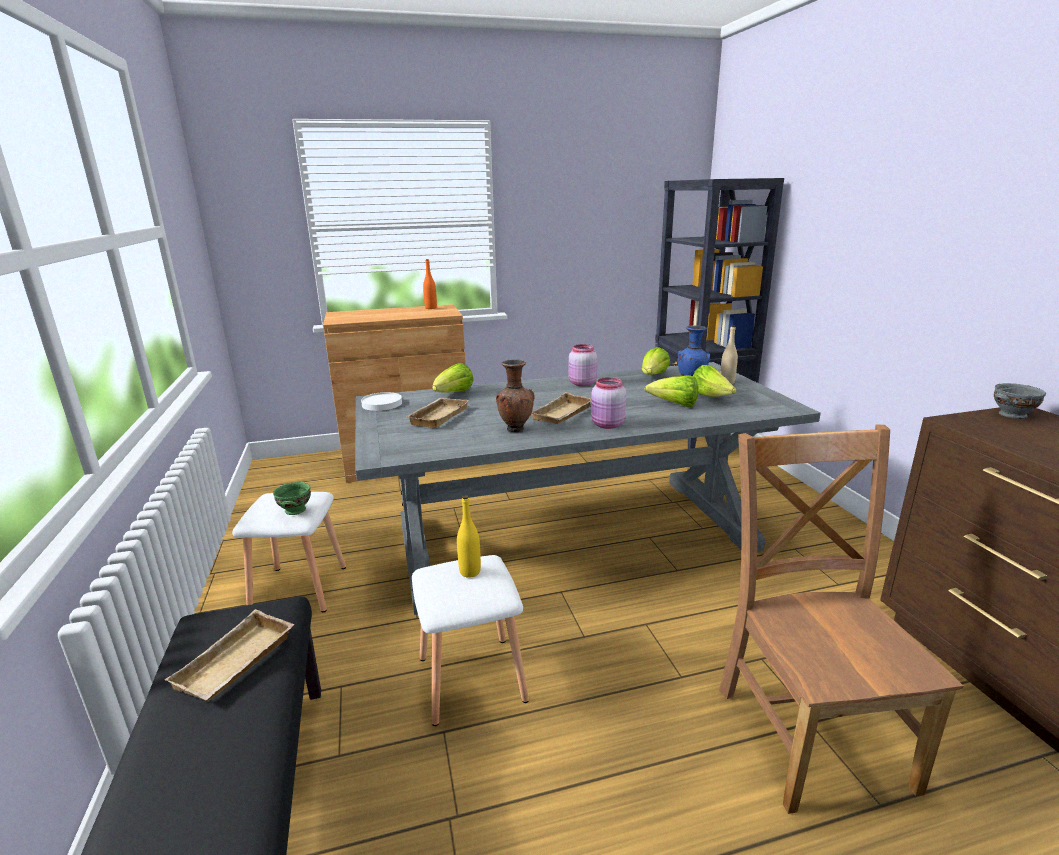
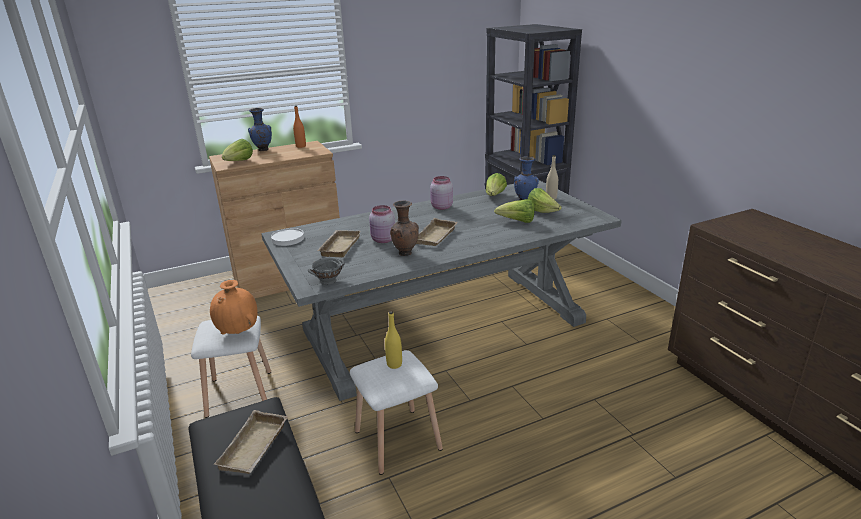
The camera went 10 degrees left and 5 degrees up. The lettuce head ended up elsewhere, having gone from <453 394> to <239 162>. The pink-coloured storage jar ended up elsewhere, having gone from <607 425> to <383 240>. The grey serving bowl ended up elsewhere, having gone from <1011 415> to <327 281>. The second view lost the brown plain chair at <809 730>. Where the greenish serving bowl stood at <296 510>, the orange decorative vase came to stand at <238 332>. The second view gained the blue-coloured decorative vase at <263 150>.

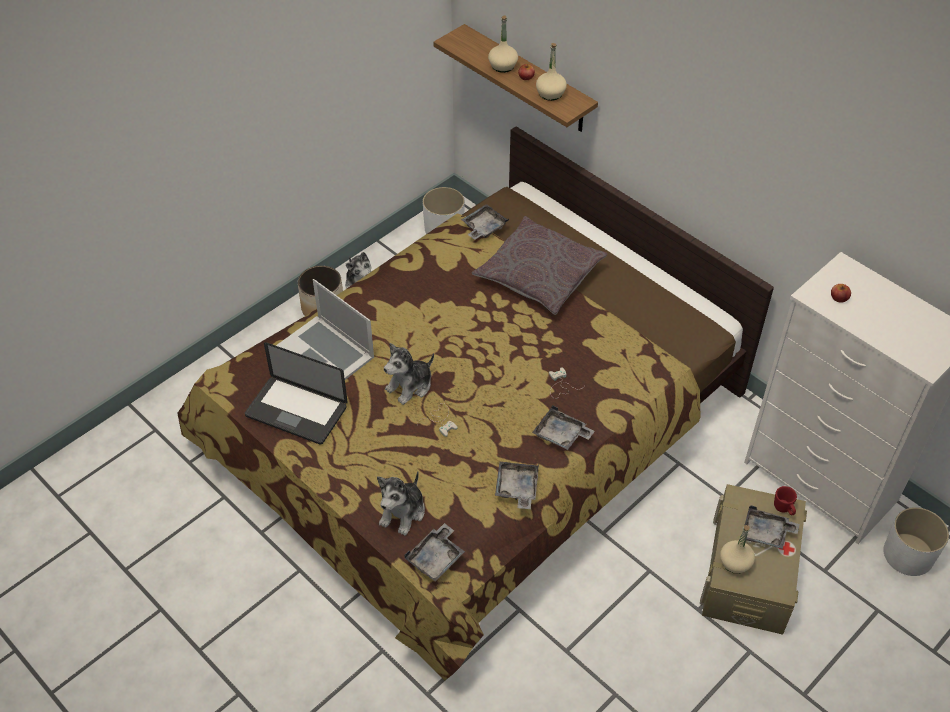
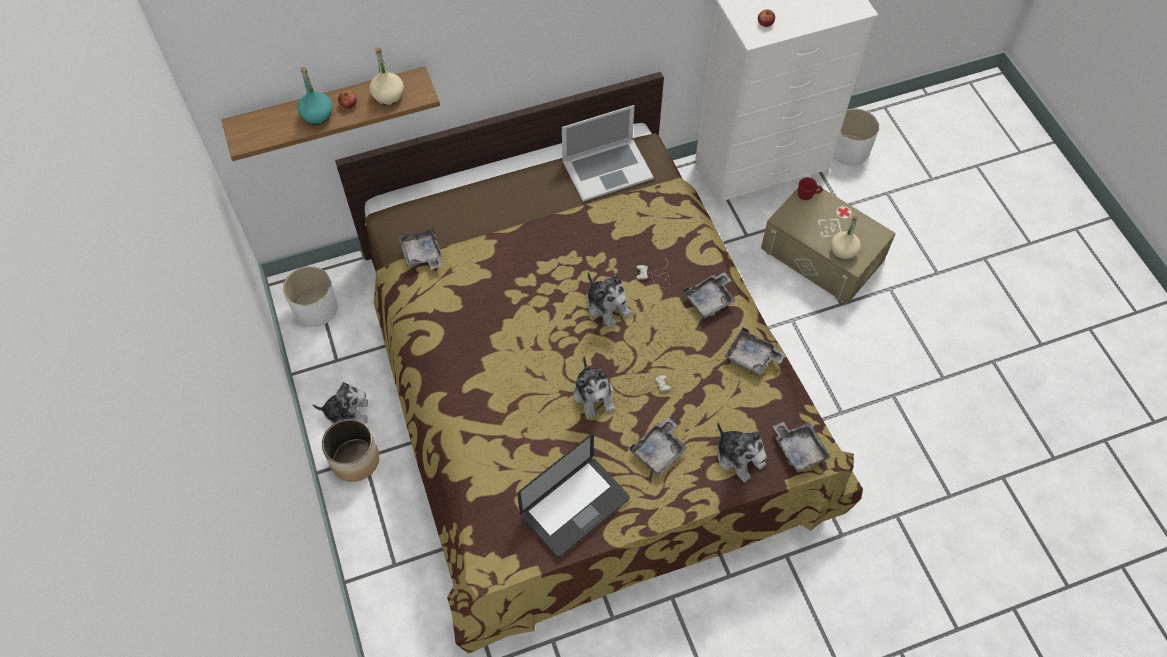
The camera went 65 degrees left and 10 degrees up. What was the sand-coloured beverage bottle at <503 66> turned into the blue-green beverage bottle at <317 115>. The second view lost the grey throw pillow at <539 274>. The notebook computer ended up elsewhere, having gone from <325 352> to <607 169>. The grey carrying tray ended up elsewhere, having gone from <766 533> to <659 450>. The second view gained the cuddly toy at <607 306>.

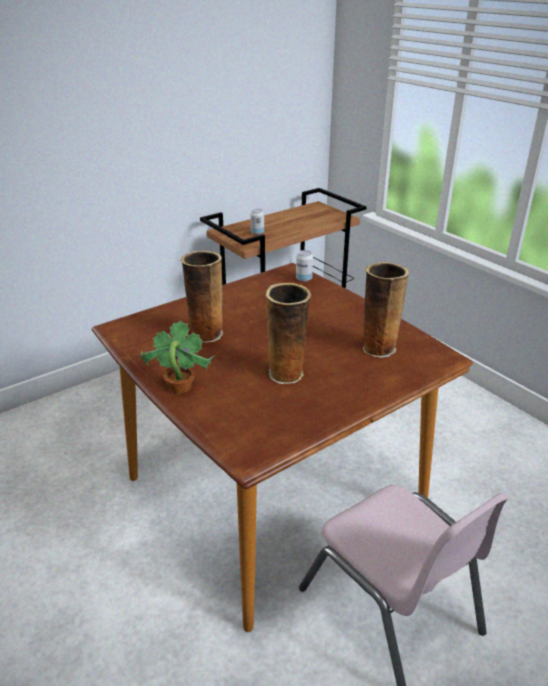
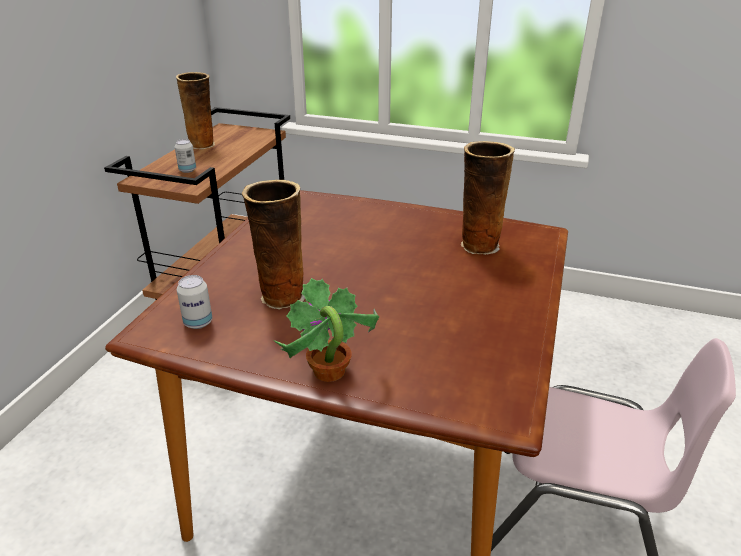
The camera went 35 degrees left and 0 degrees up. The can ended up elsewhere, having gone from <304 279> to <198 323>. The decorative vase ended up elsewhere, having gone from <287 374> to <203 144>.

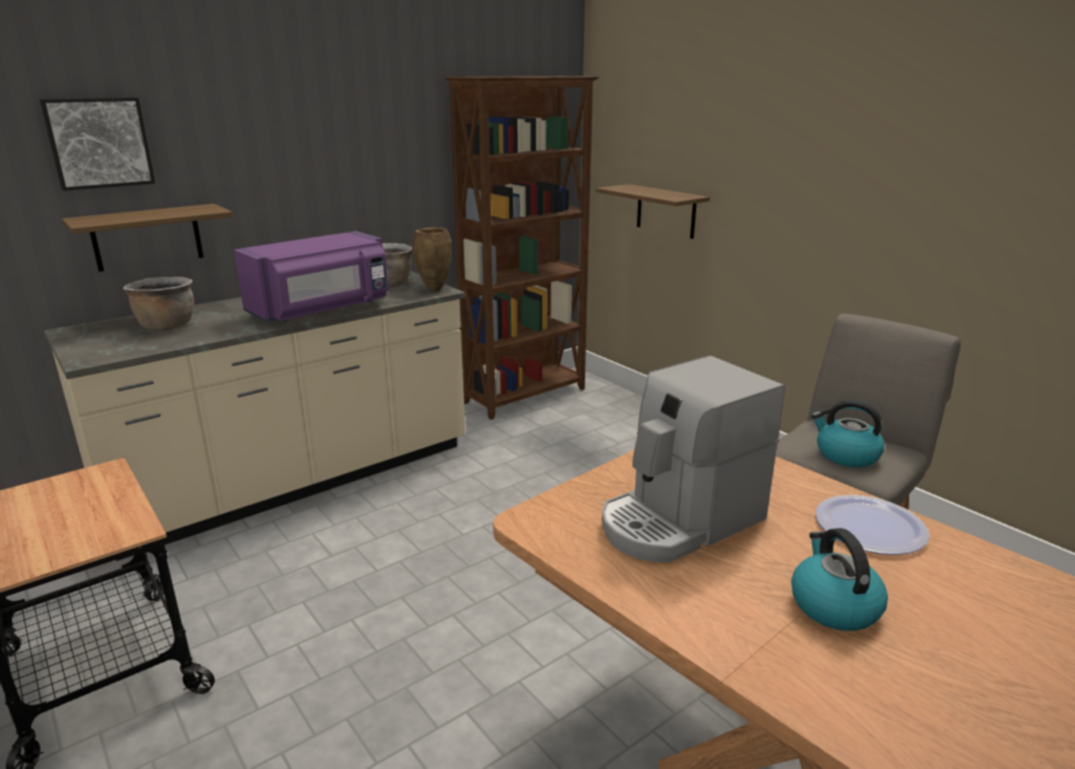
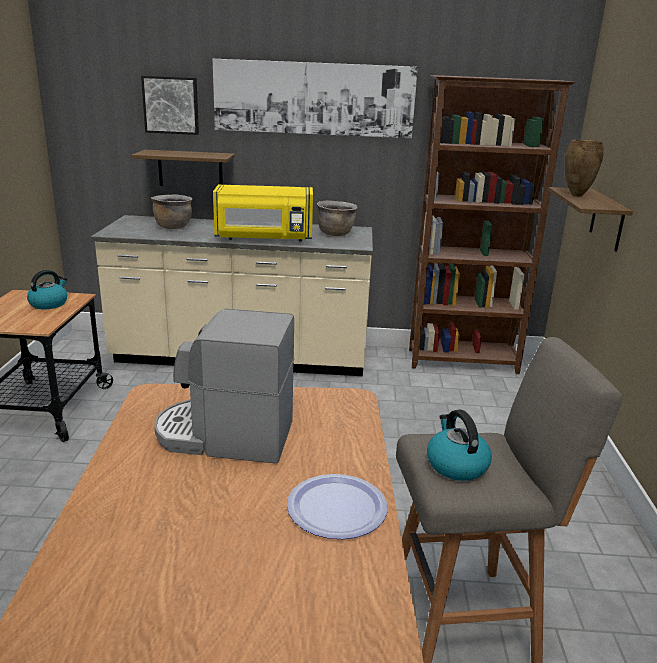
The camera went 40 degrees right and 0 degrees up. The brown decorative vase ended up elsewhere, having gone from <434 289> to <575 195>. What was the purple-coloured microwave oven at <322 309> turned into the yellowish microwave oven at <263 238>. The water kettle ended up elsewhere, having gone from <833 605> to <49 304>. The second view gained the picture at <314 98>.

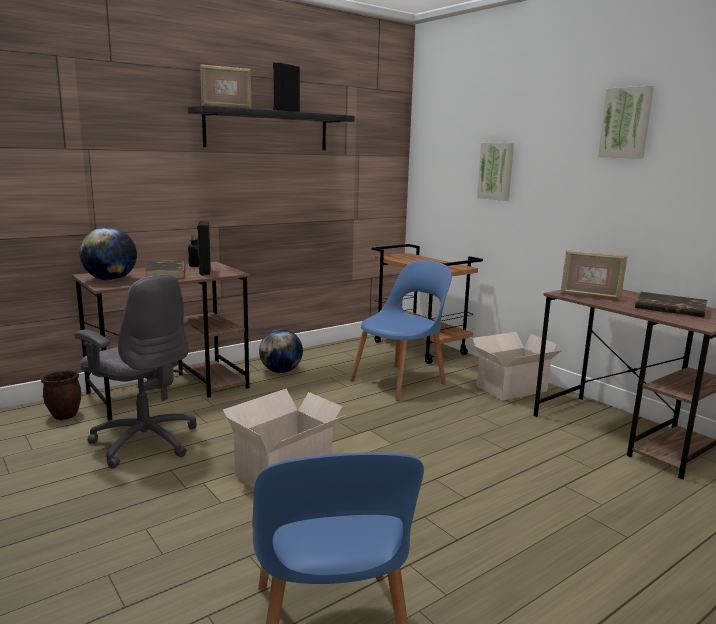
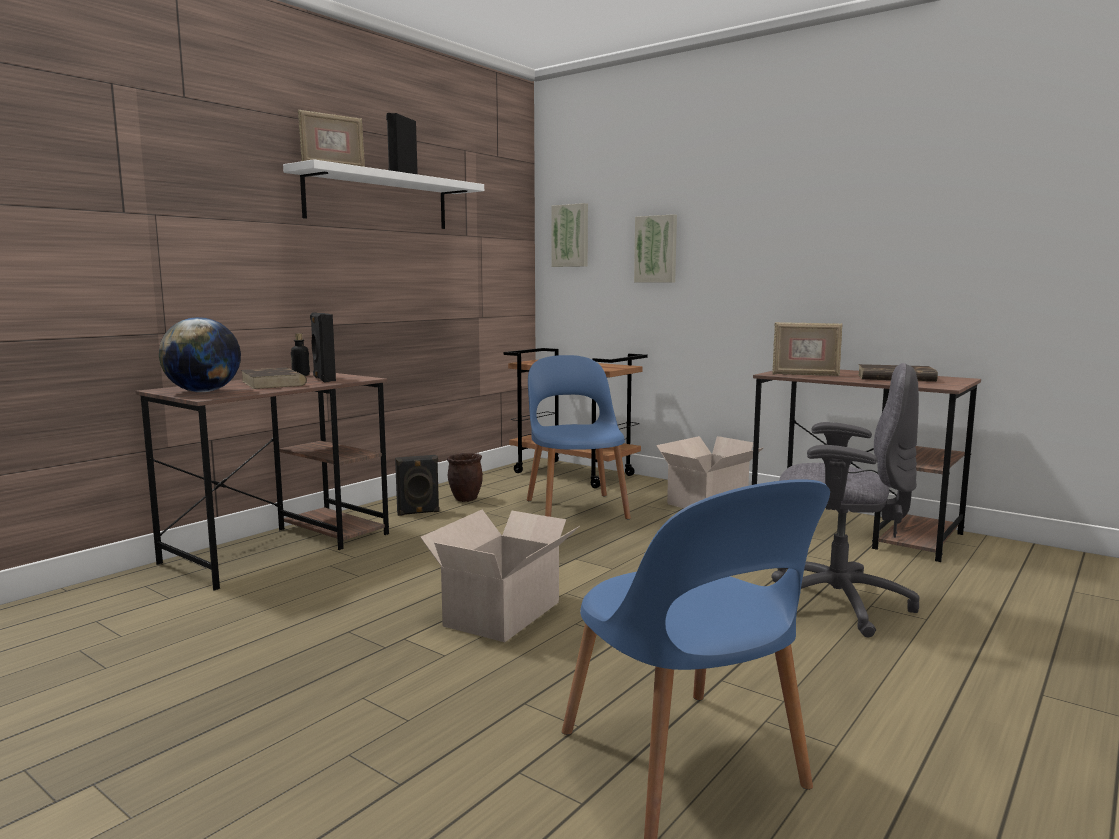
The camera went 15 degrees left and 5 degrees down. The picture ended up elsewhere, having gone from <626 123> to <571 236>. What was the blackish bracket shelf at <267 130> turned into the whitish bracket shelf at <378 200>. The blue-coloured plain chair at <400 381> ended up facing another way, 45 degrees counterclockwise from before. The grey office chair ended up elsewhere, having gone from <144 441> to <834 603>. Where the world globe stood at <281 371>, the blackish loudspeaker came to stand at <418 513>. The brown plant pot ended up elsewhere, having gone from <65 415> to <465 499>.

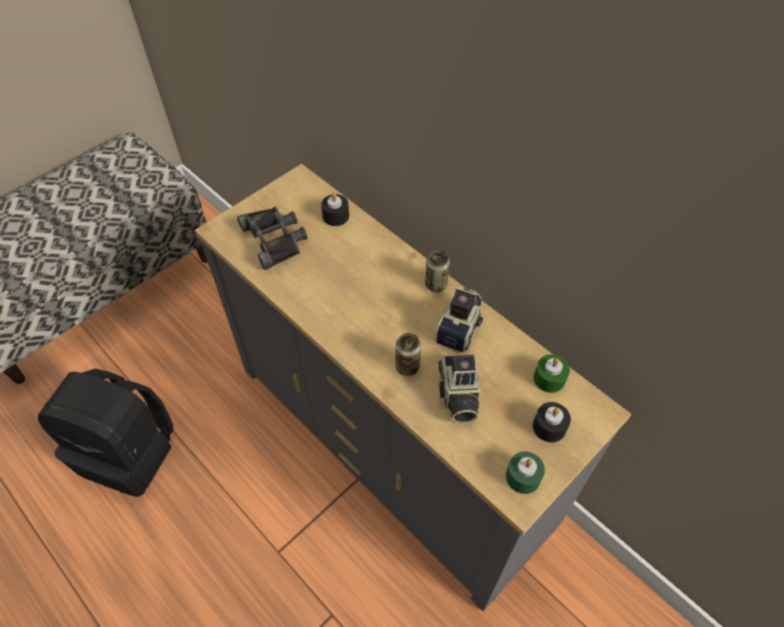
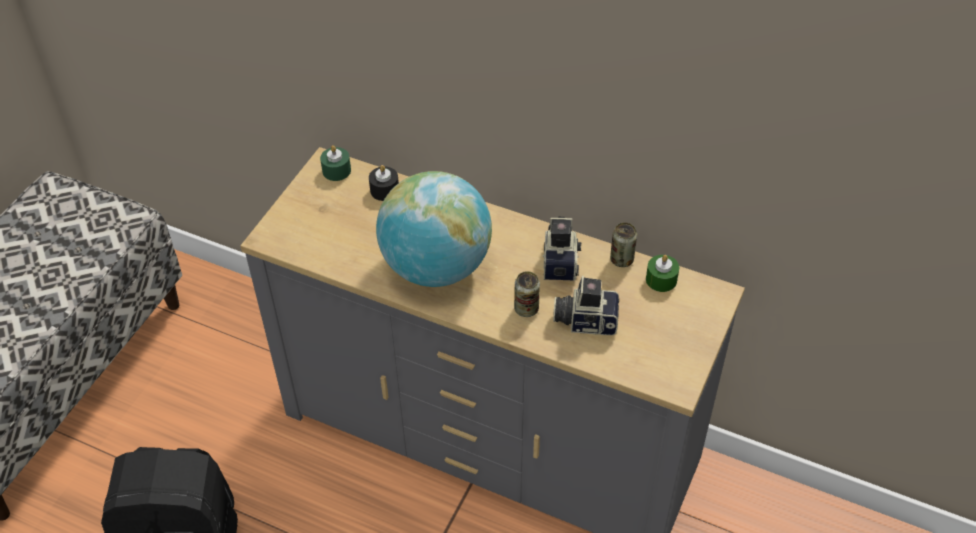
The camera went 20 degrees left and 5 degrees down. The second view lost the blackish field glasses at <275 239>. The can ended up elsewhere, having gone from <436 285> to <621 259>. The still camera at <457 396> ended up facing another way, 120 degrees clockwise from before. The second view lost the blackish wax light at <549 427>. The greenish wax light ended up elsewhere, having gone from <523 477> to <336 170>. The second view gained the world globe at <436 266>.

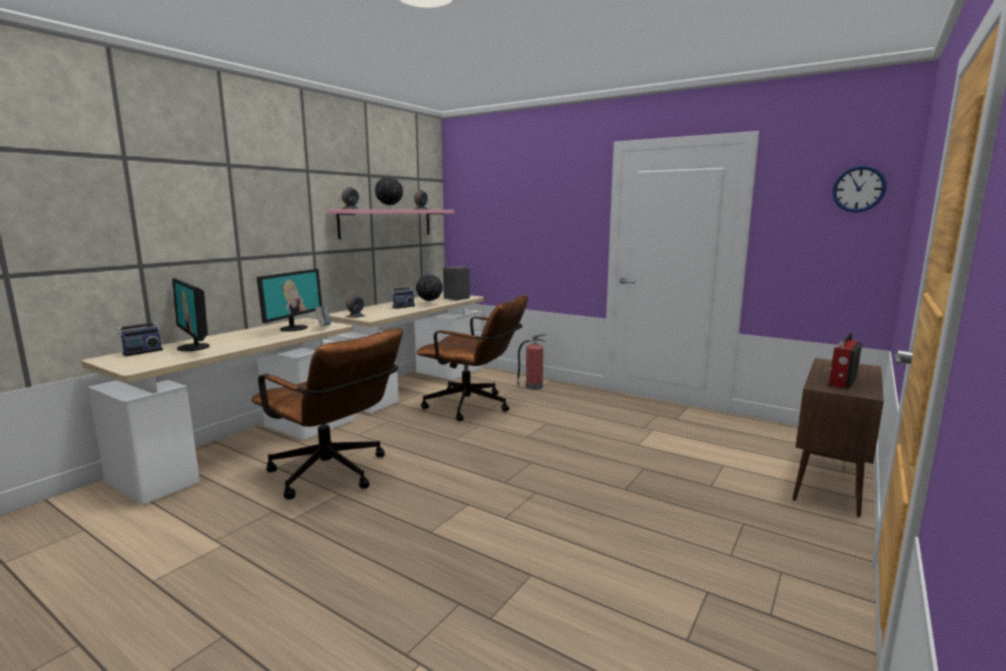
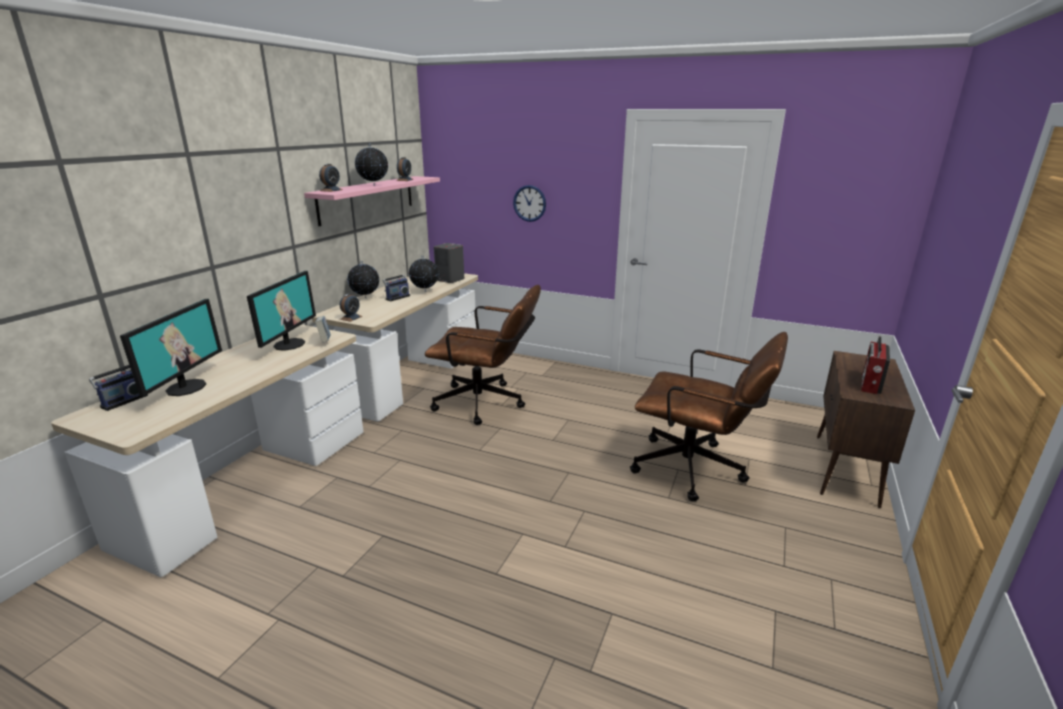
The camera went 10 degrees left and 10 degrees up. The wall clock ended up elsewhere, having gone from <858 189> to <529 203>. The computer display at <194 347> ended up facing another way, 120 degrees counterclockwise from before. The brown office chair ended up elsewhere, having gone from <334 475> to <697 470>. The second view lost the fire extinguisher at <533 387>. The second view gained the world globe at <365 298>.

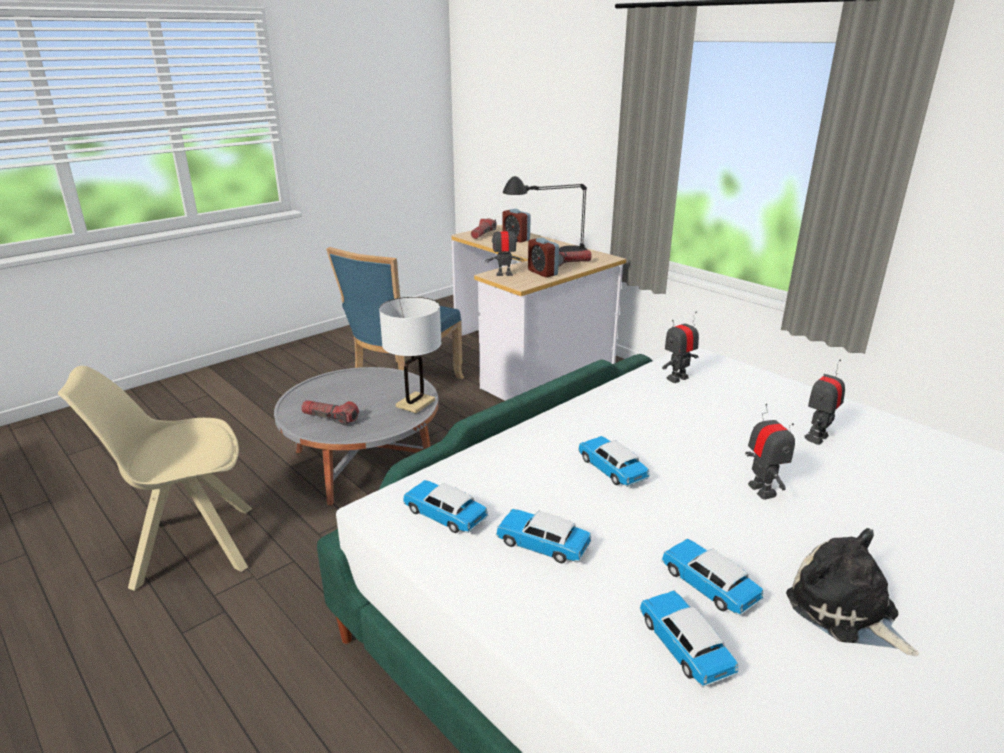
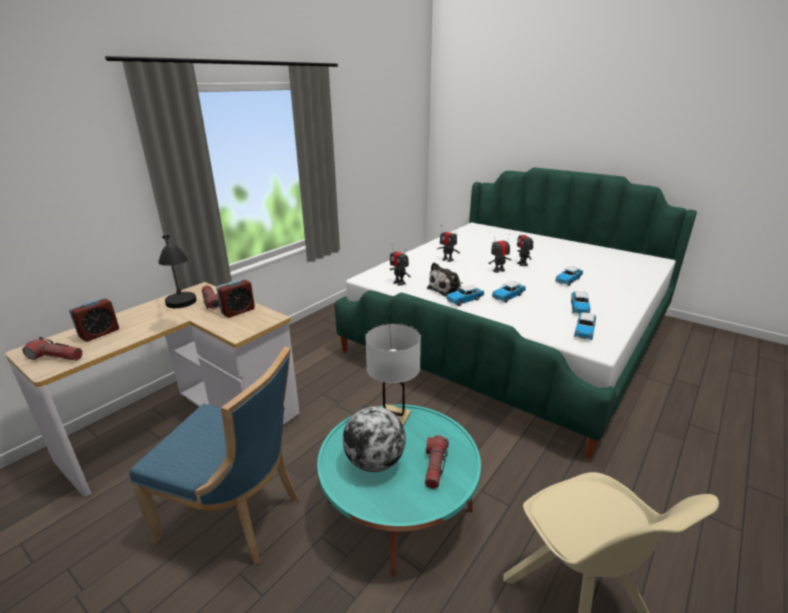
The camera went 100 degrees left and 0 degrees up. The toy robot ended up elsewhere, having gone from <504 274> to <522 264>. What was the grey low table at <364 462> turned into the blue-green low table at <399 506>. The cuddly toy ended up elsewhere, having gone from <846 611> to <447 289>. The miniature car ended up elsewhere, having gone from <684 646> to <464 300>. The second view gained the world globe at <374 462>.

